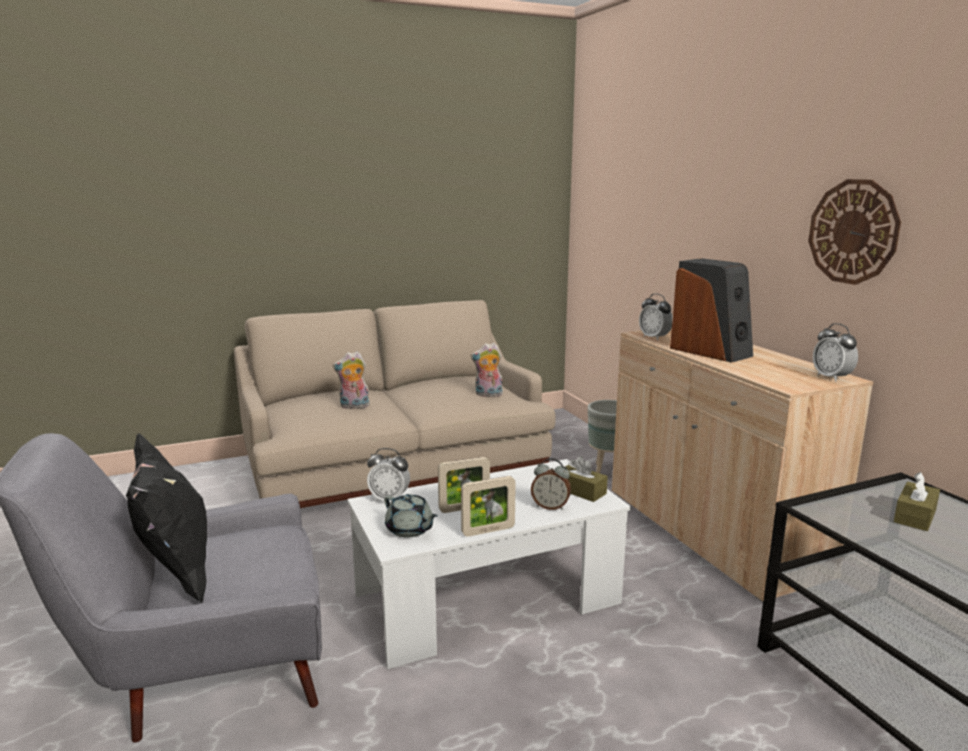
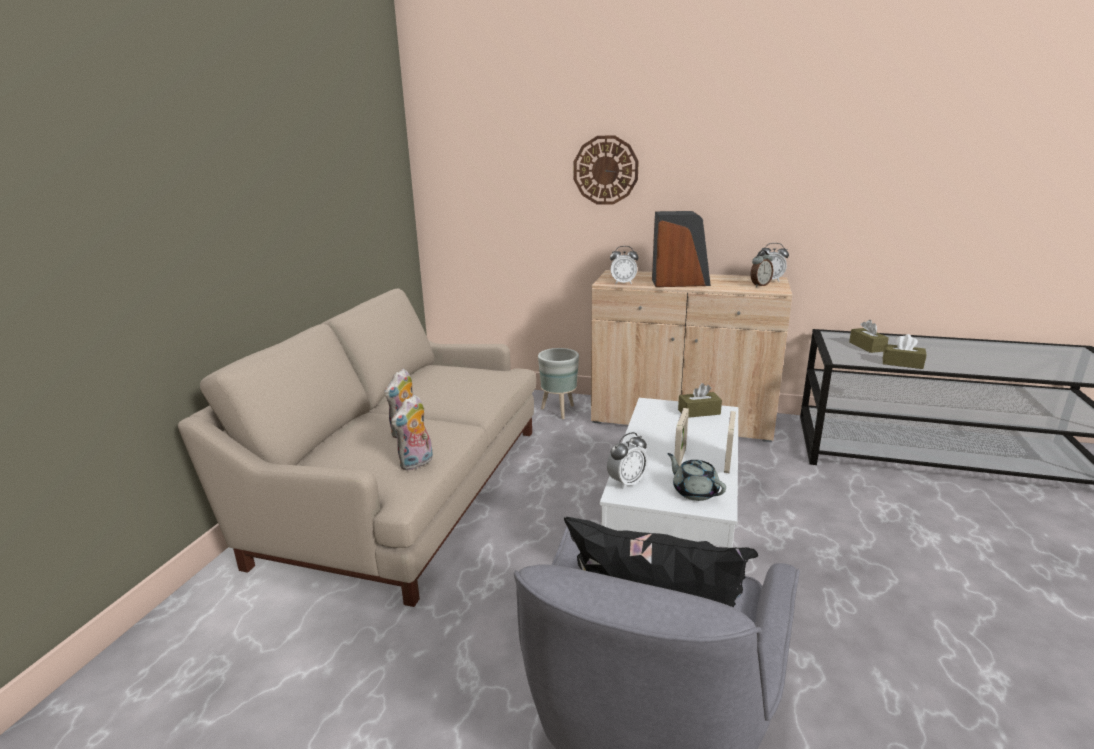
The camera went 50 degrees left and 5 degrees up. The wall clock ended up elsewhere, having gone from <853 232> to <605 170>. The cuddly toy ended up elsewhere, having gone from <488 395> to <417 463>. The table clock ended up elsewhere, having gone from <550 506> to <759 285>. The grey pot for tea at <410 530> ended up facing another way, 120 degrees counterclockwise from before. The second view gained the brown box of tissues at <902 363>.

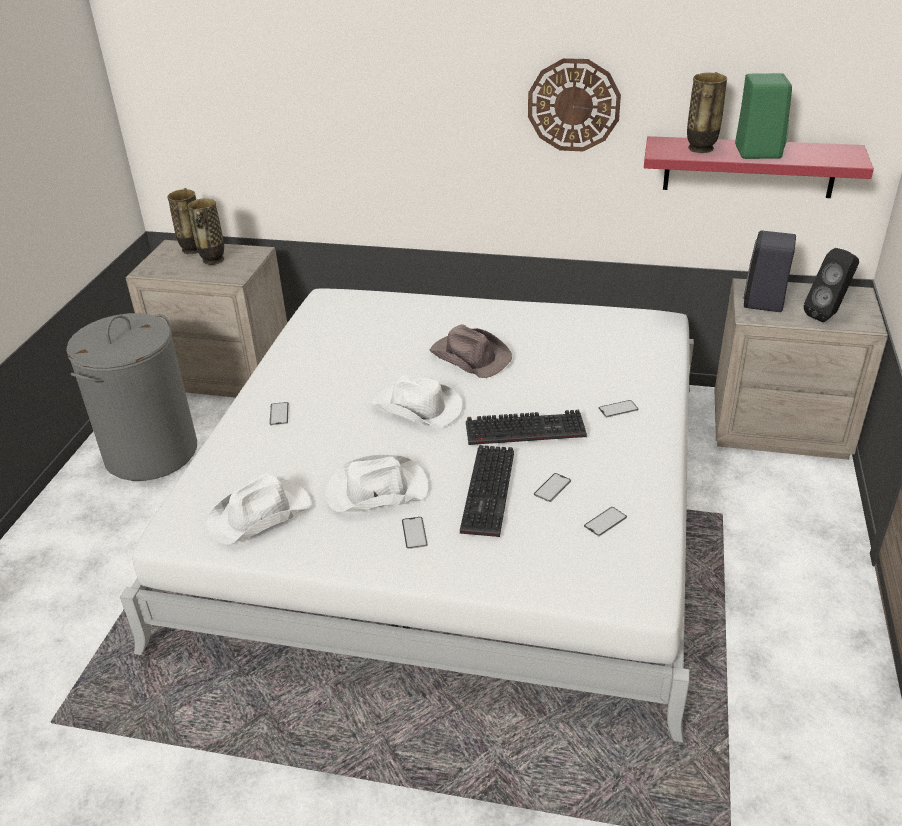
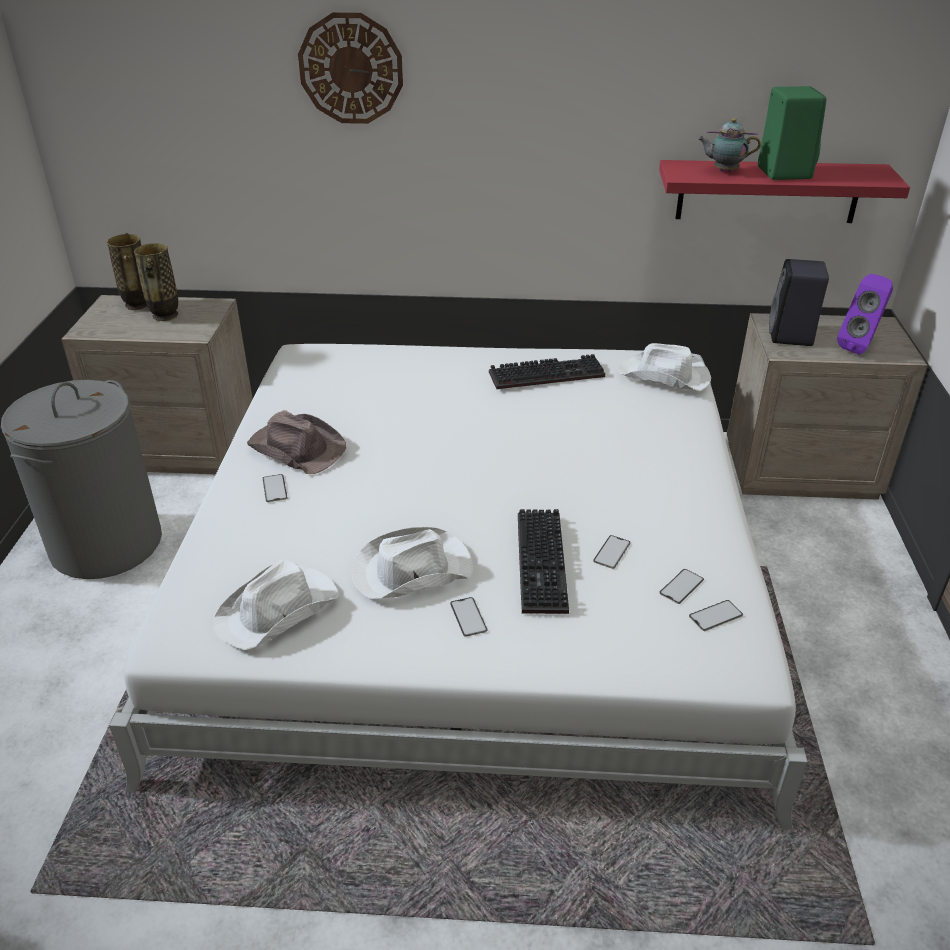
The camera went 10 degrees left and 0 degrees up. The wall clock ended up elsewhere, having gone from <573 105> to <351 69>. Where the decorative vase stood at <701 149>, the pot for tea came to stand at <723 171>. What was the blackish loudspeaker at <827 315> turned into the purple-coloured loudspeaker at <860 347>. The brown wearable hat ended up elsewhere, having gone from <470 356> to <296 447>. The whitish wearable hat ended up elsewhere, having gone from <418 408> to <665 376>. The telephone ended up elsewhere, having gone from <618 409> to <715 616>. The keyboard ended up elsewhere, having gone from <527 429> to <548 373>.

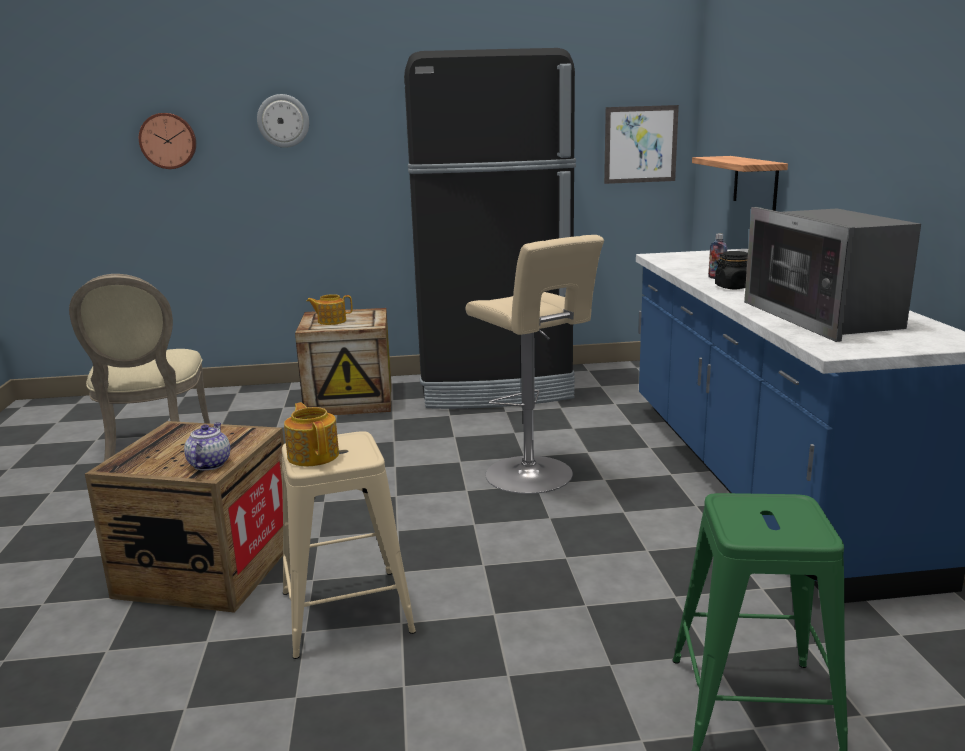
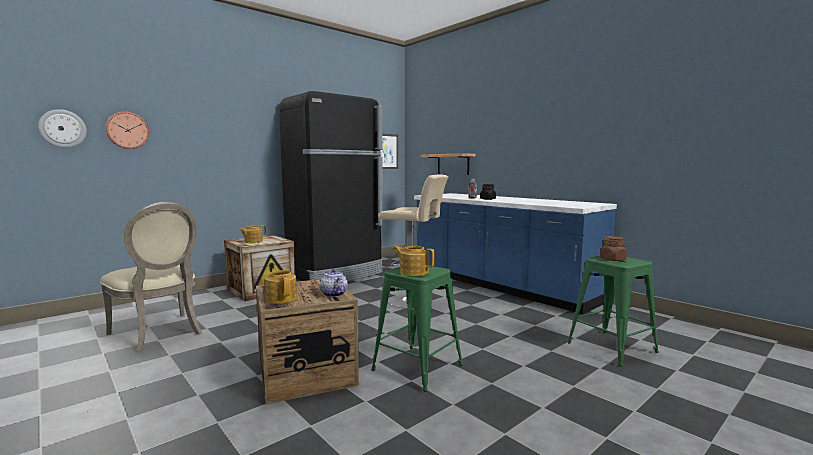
The camera went 35 degrees left and 10 degrees down. The wall clock ended up elsewhere, having gone from <283 121> to <63 128>. The second view lost the microwave oven at <824 317>. What was the sand-coloured sitting stool at <346 612> turned into the greenish sitting stool at <417 367>. The second view gained the brown storage jar at <613 259>. The second view gained the pot for tea at <281 298>.

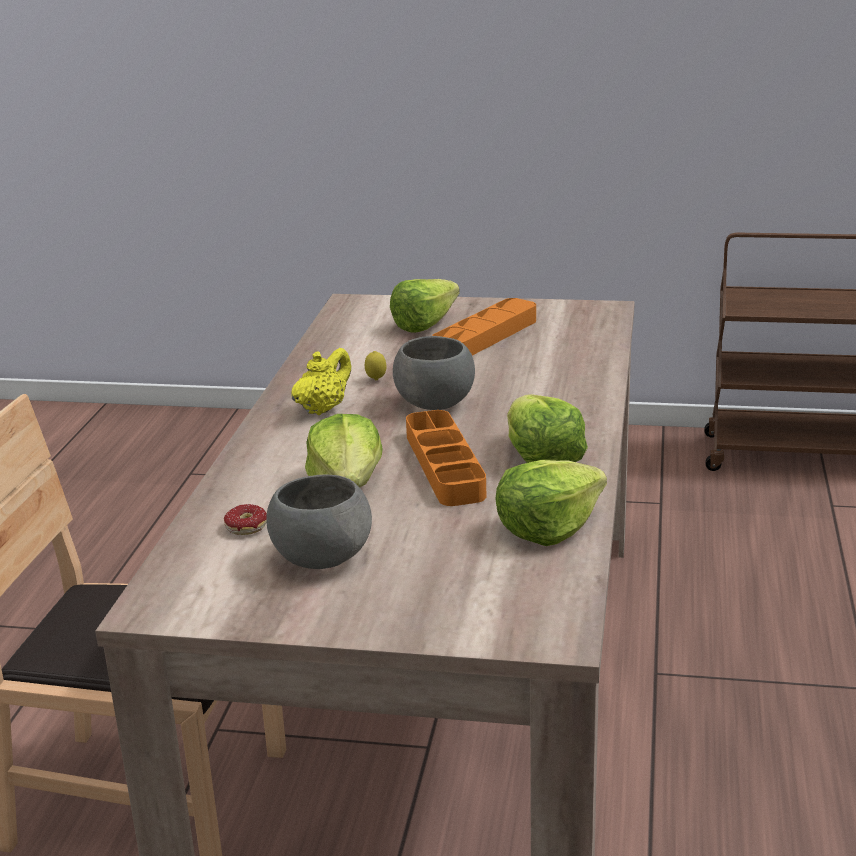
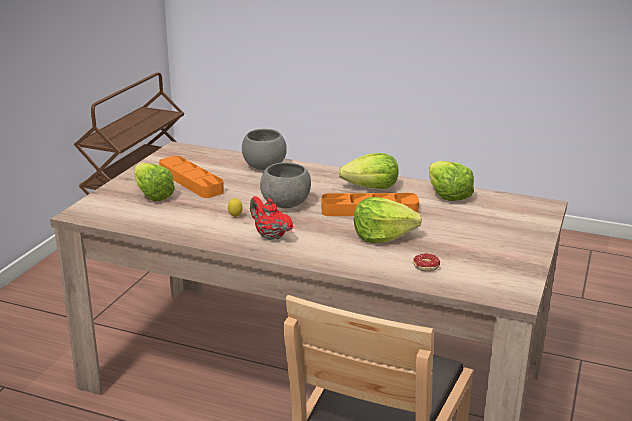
The camera went 80 degrees left and 0 degrees up. What was the yellowish pot for tea at <323 409> turned into the reddish pot for tea at <270 235>. The grey serving bowl ended up elsewhere, having gone from <321 558> to <263 167>.

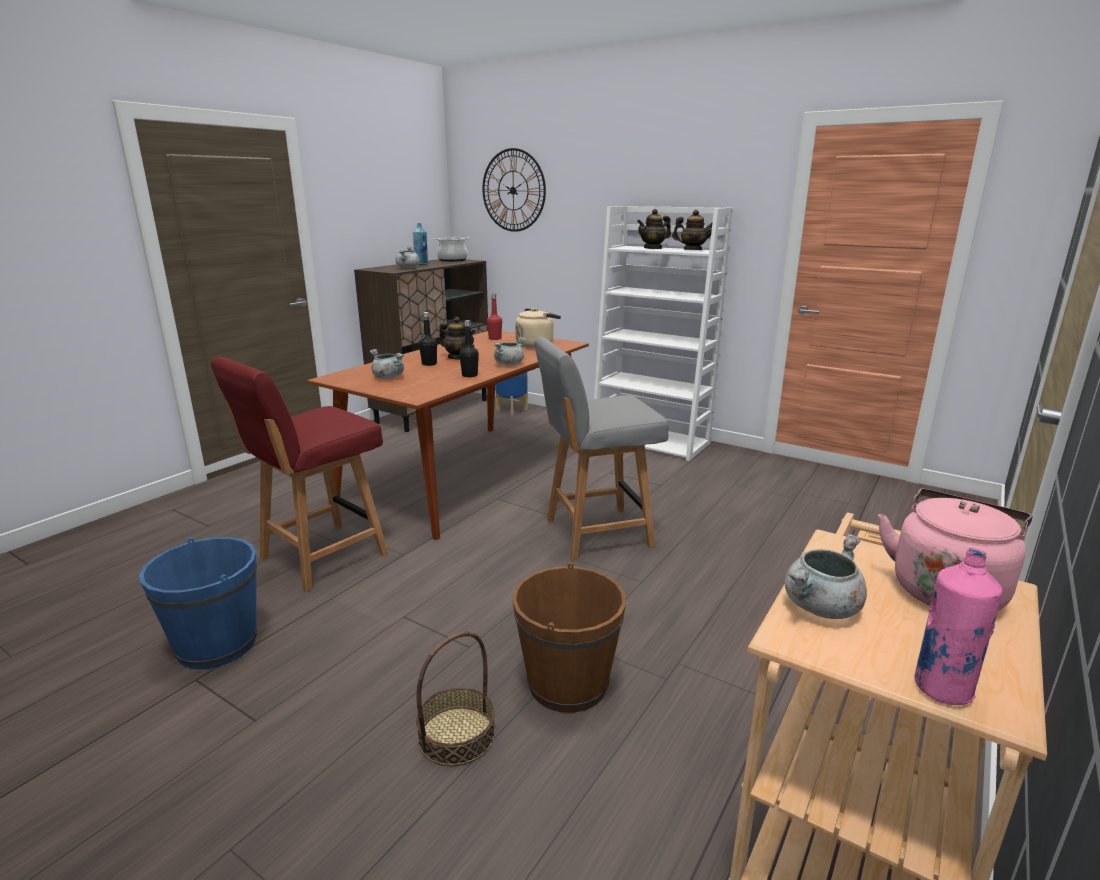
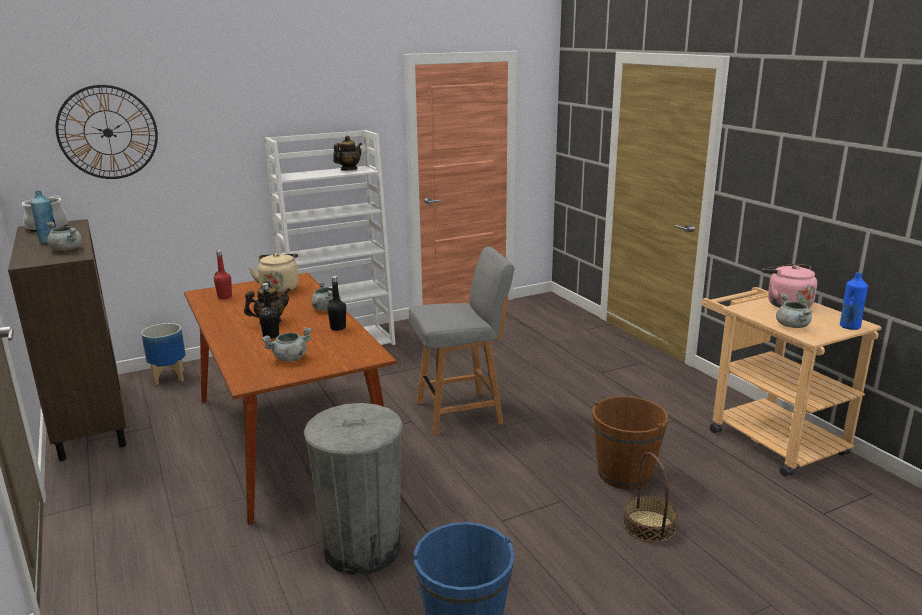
The camera went 60 degrees left and 0 degrees up. The second view lost the pot for tea at <653 248>. The grey plain chair at <595 533> ended up facing another way, 120 degrees counterclockwise from before. Where the reddish plain chair stood at <321 557>, the grey rubbish bin came to stand at <362 548>. What was the pink-coloured beverage bottle at <942 688> turned into the blue-coloured beverage bottle at <849 326>.

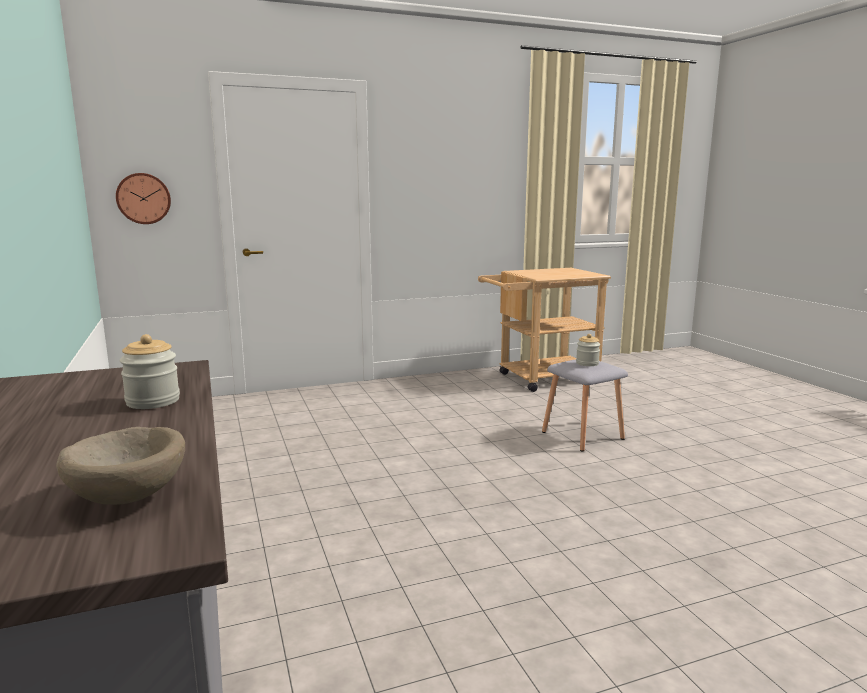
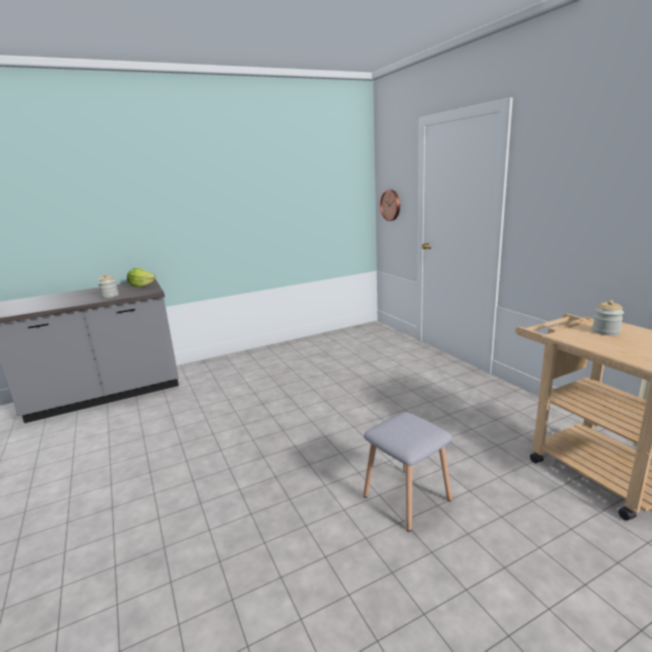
The camera went 85 degrees right and 5 degrees up. The storage jar ended up elsewhere, having gone from <587 363> to <605 331>. The second view lost the sand-coloured serving bowl at <130 494>. The second view gained the lettuce head at <141 286>.

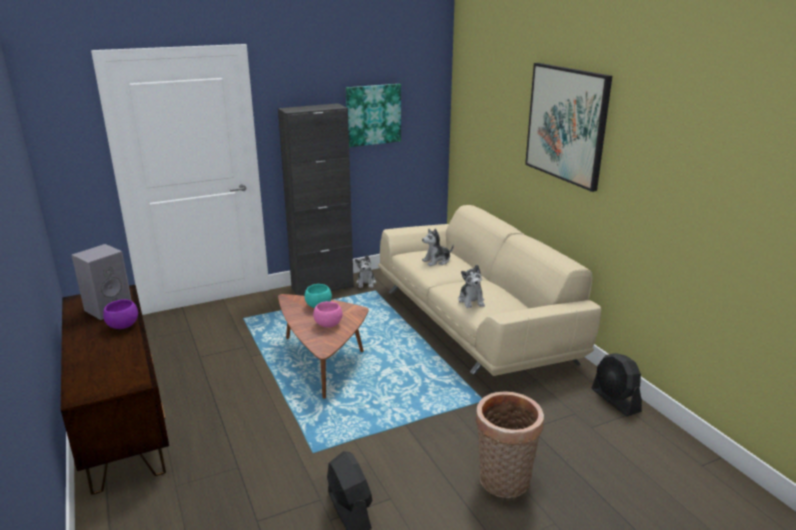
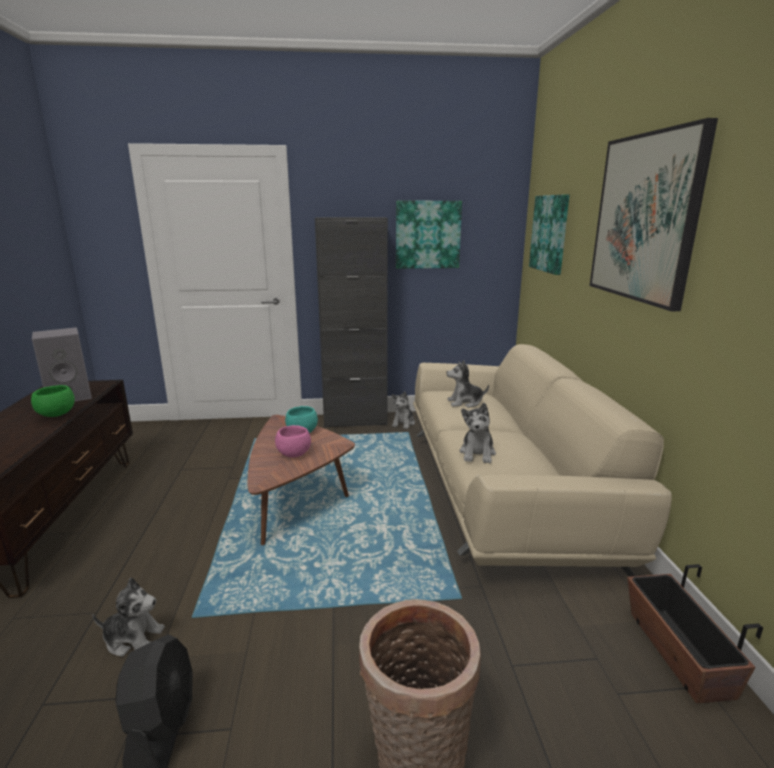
The camera went 20 degrees right and 5 degrees down. What was the purple-coloured serving bowl at <123 326> turned into the greenish serving bowl at <56 415>. Where the blackish cooling fan stood at <615 400>, the plant pot came to stand at <677 653>. The second view gained the picture at <550 233>. The second view gained the cuddly toy at <133 638>.

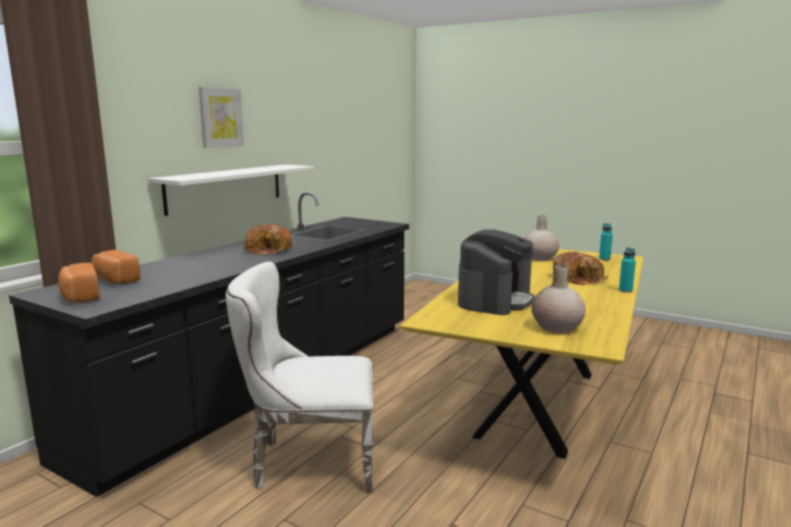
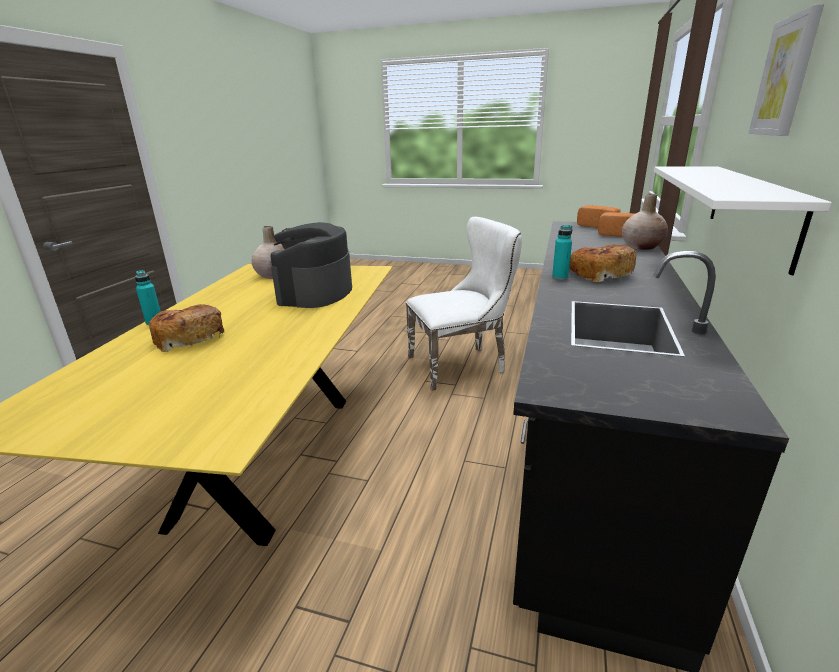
The camera went 165 degrees right and 10 degrees up. The sand-coloured decorative vase ended up elsewhere, having gone from <539 258> to <642 247>. The blue-green beverage bottle ended up elsewhere, having gone from <604 259> to <560 277>.

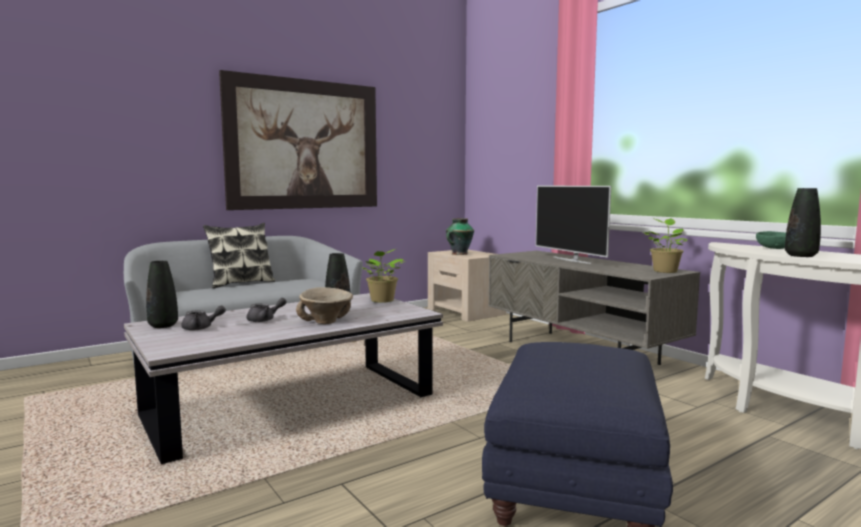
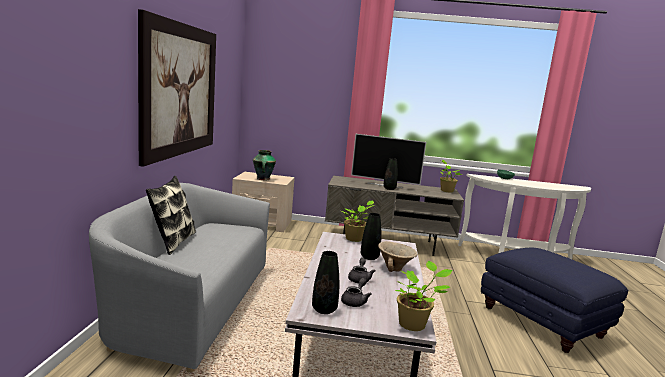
The camera went 50 degrees left and 5 degrees up. The blackish decorative vase ended up elsewhere, having gone from <801 256> to <389 188>. The second view gained the potted plant at <414 324>.

